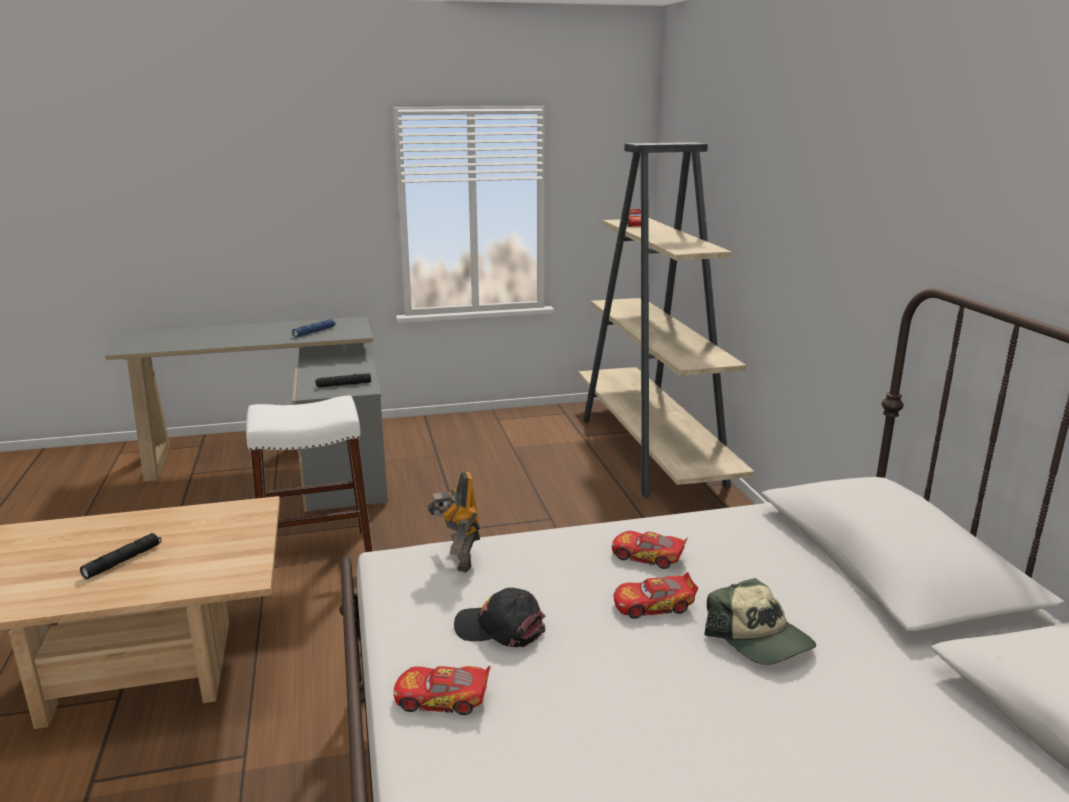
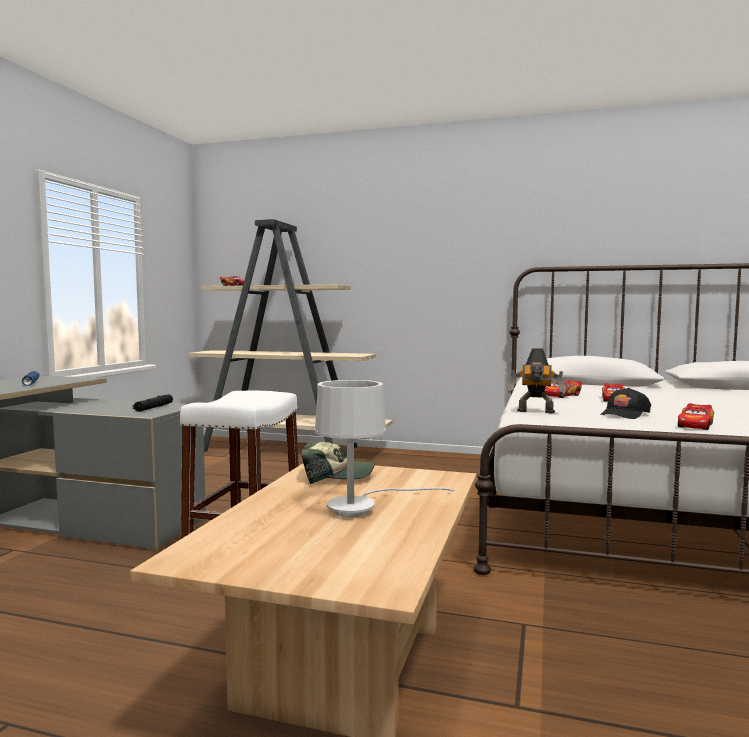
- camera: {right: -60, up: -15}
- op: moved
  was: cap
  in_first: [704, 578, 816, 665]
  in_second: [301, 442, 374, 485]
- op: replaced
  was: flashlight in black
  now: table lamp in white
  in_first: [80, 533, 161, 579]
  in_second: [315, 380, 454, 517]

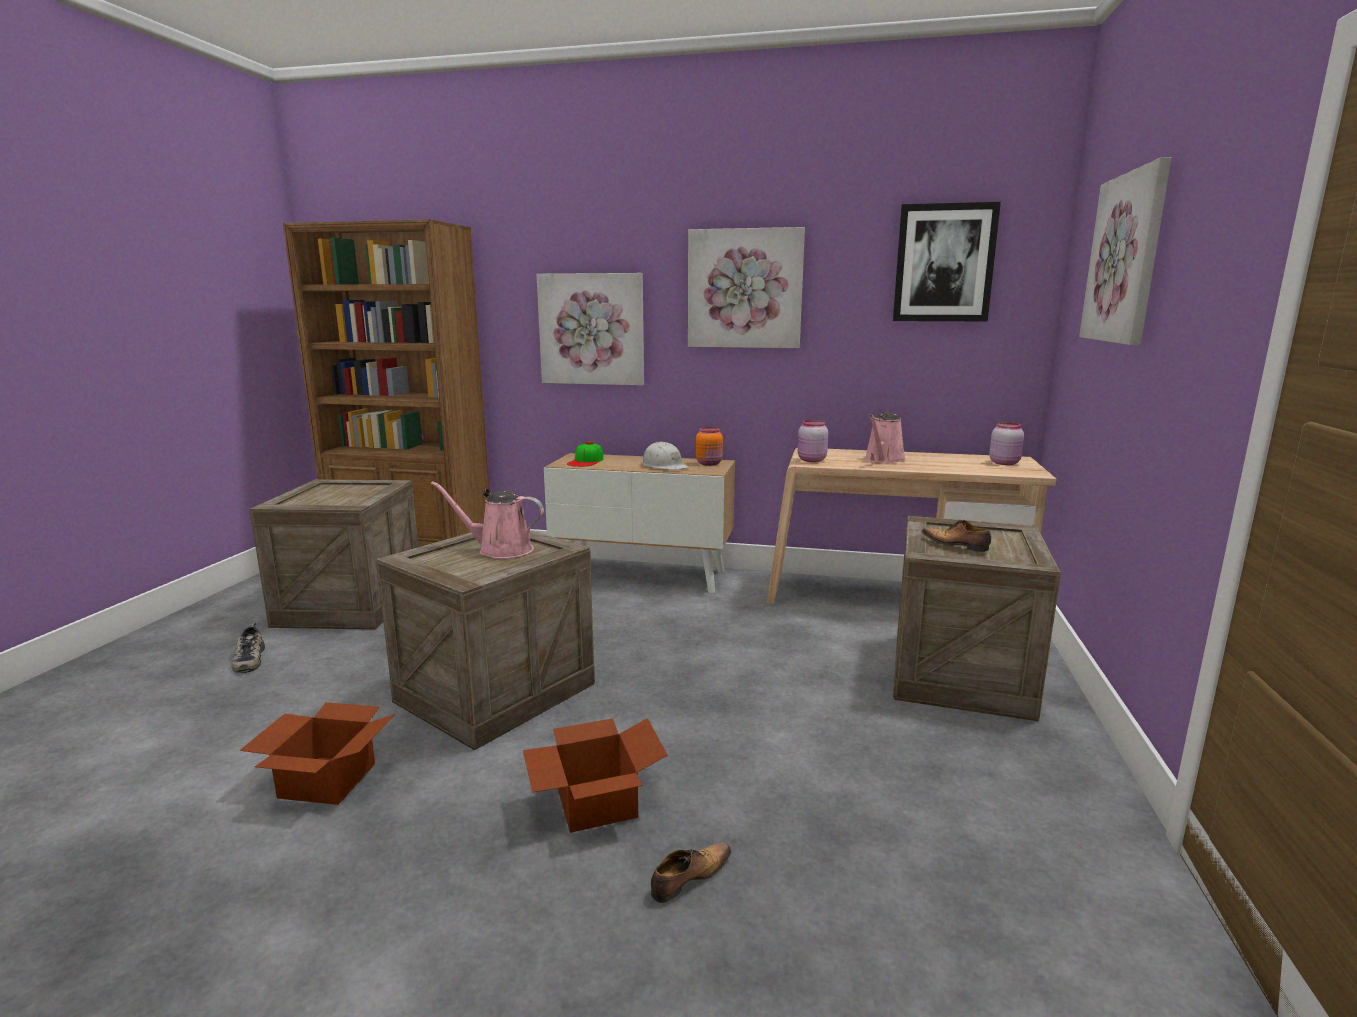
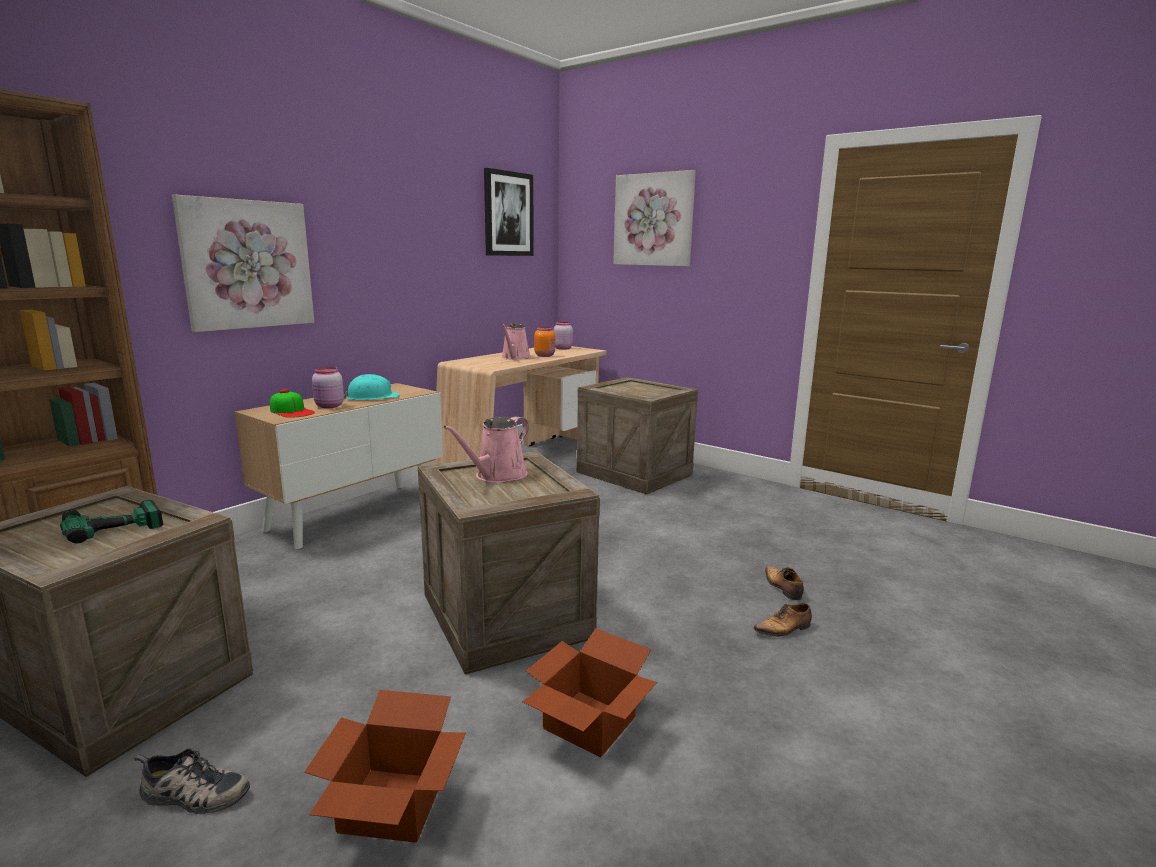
- camera: {right: -65, up: 0}
- op: removed
  was: picture
  in_first: [688, 227, 805, 348]
- op: added
  now: power drill
  in_second: [60, 500, 163, 544]
- op: moved
  was: cardboard box
  in_first: [523, 718, 668, 833]
  in_second: [304, 690, 466, 843]
- op: moved
  was: jar in orange
  in_first: [696, 427, 723, 466]
  in_second: [534, 327, 555, 357]
- op: moved
  was: jar in pink
  in_first: [798, 420, 828, 462]
  in_second: [312, 367, 344, 408]
- op: moved
  was: shoe
  in_first: [922, 520, 991, 552]
  in_second: [753, 603, 812, 637]
- op: recoloured
  was: hard hat in white
  now: hard hat in turquoise
  in_first: [641, 442, 689, 470]
  in_second: [344, 374, 400, 400]
- op: turned
  was: watering can in pink
  in_first: [864, 413, 906, 463]
  in_second: [501, 323, 531, 360]
  clockwise: 45

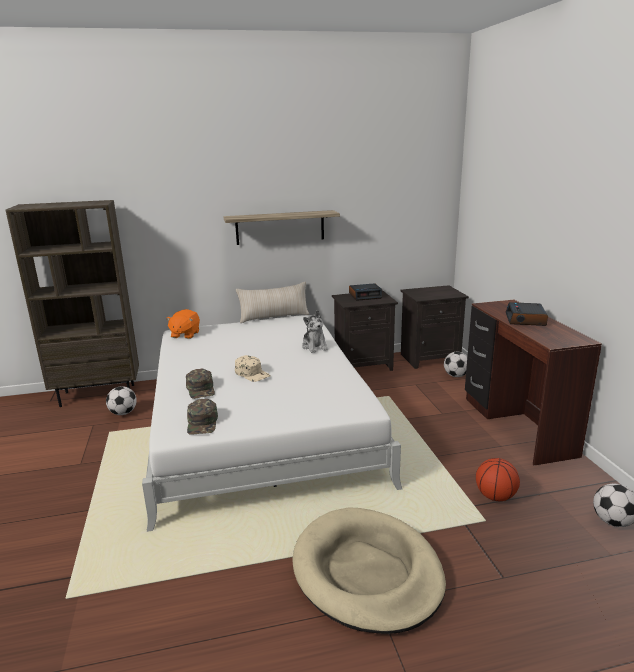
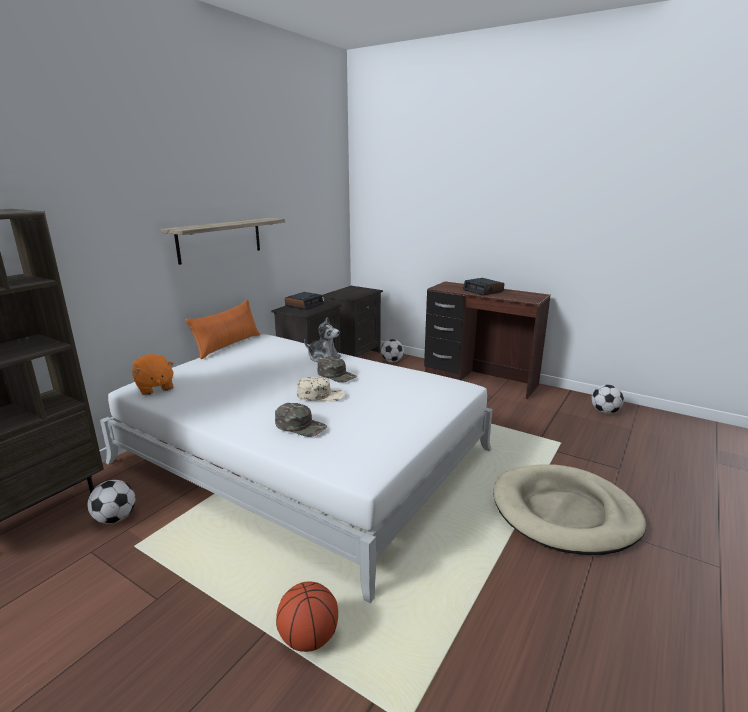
- camera: {right: -45, up: 0}
- op: moved
  was: cap in green
  in_first: [187, 399, 218, 435]
  in_second: [317, 356, 357, 383]
- op: moved
  was: basketball
  in_first: [476, 458, 520, 501]
  in_second: [276, 582, 338, 652]
- op: recoloured
  was: pillow in beige
  now: pillow in orange
  in_first: [236, 282, 309, 323]
  in_second: [186, 300, 260, 359]

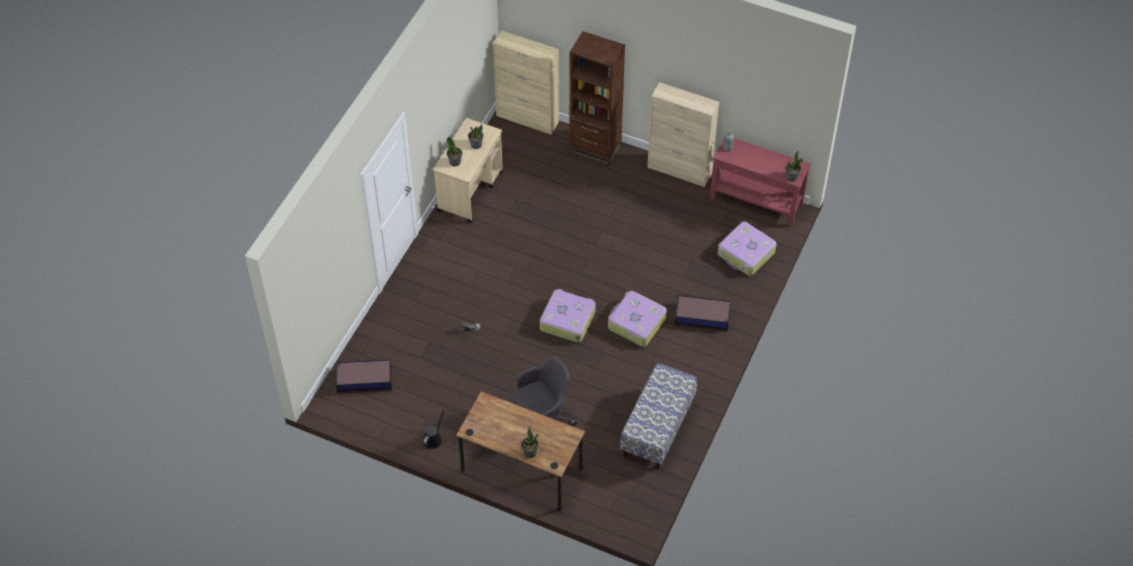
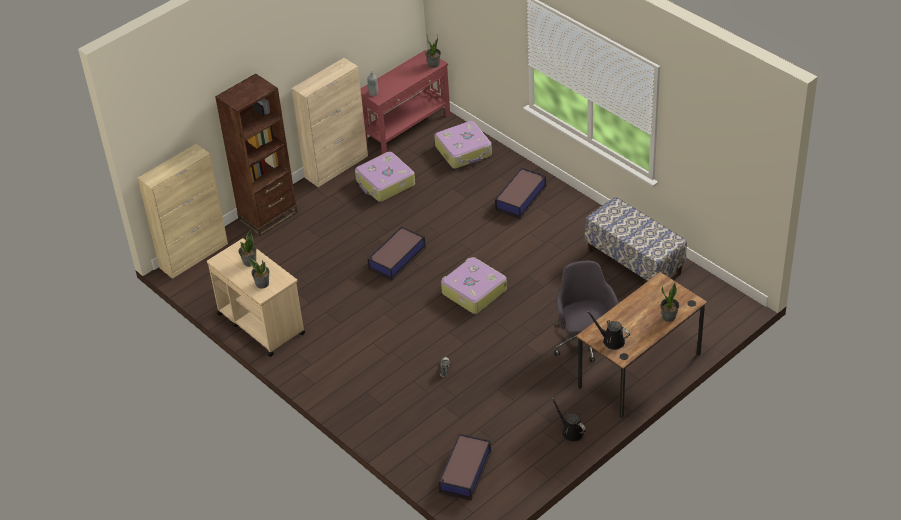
- camera: {right: -65, up: -10}
- op: added
  now: storage box
  in_second: [367, 226, 426, 281]
- op: added
  now: watering can in black
  in_second: [587, 311, 630, 350]
- op: moved
  was: suitcase
  in_first: [608, 291, 667, 347]
  in_second: [355, 152, 415, 202]

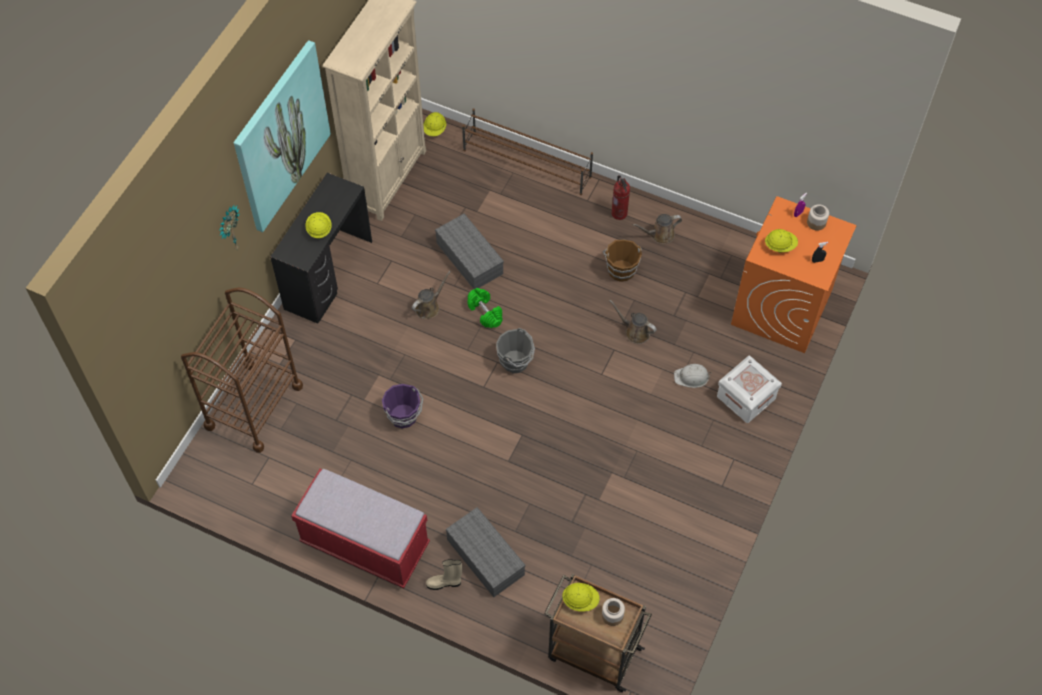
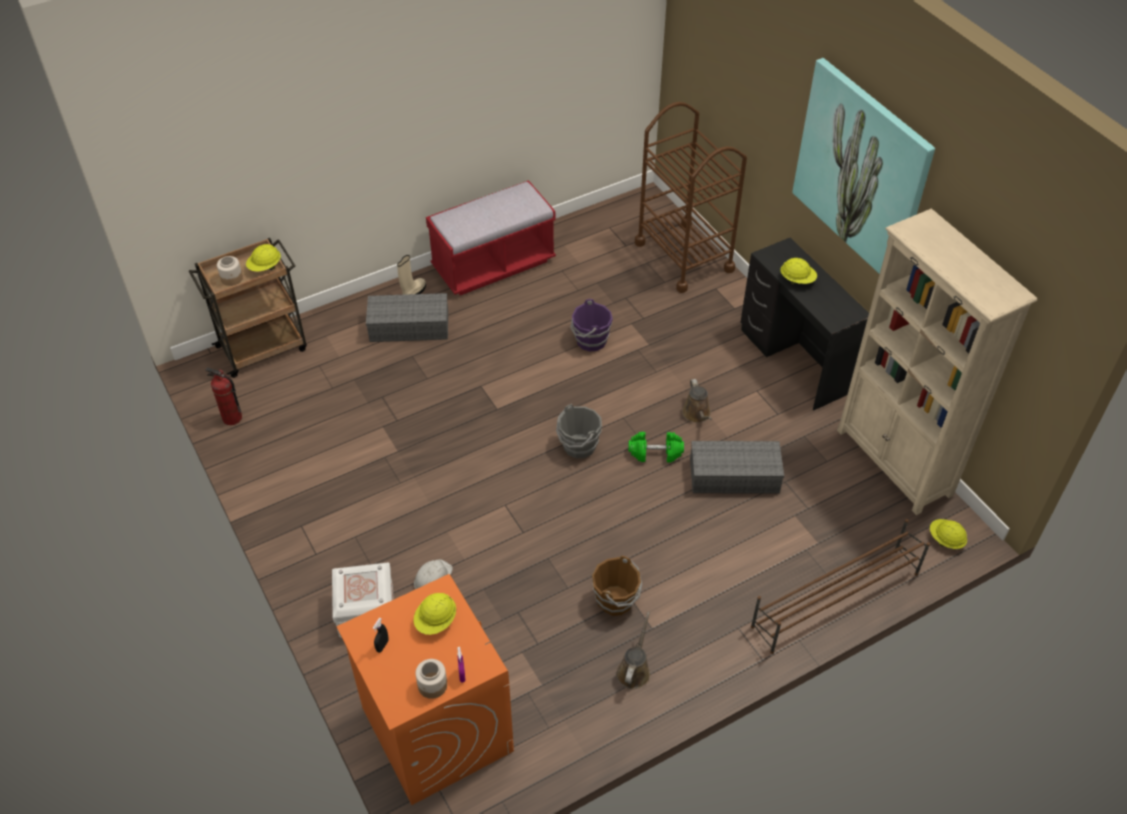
- camera: {right: 125, up: -10}
- op: removed
  was: wall clock
  in_first: [219, 205, 240, 250]
- op: removed
  was: watering can in brown
  in_first: [609, 300, 657, 344]
- op: moved
  was: fire extinguisher
  in_first: [611, 175, 630, 220]
  in_second: [206, 367, 242, 425]

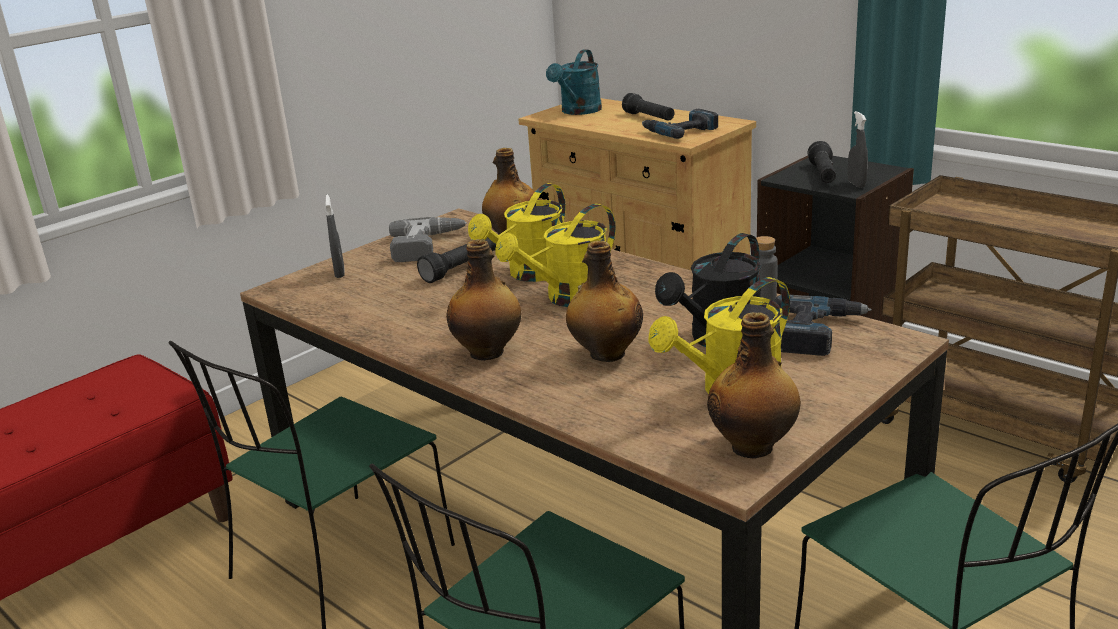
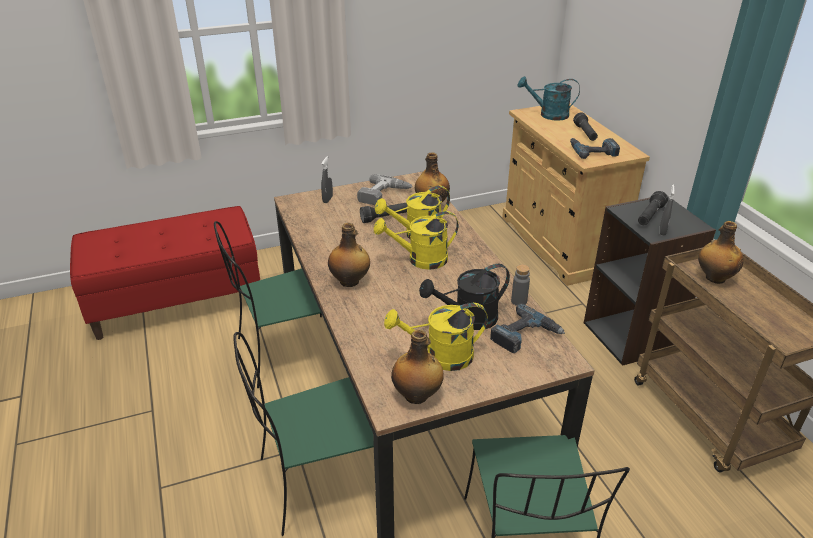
- camera: {right: 25, up: 10}
- op: moved
  was: bottle
  in_first: [566, 241, 643, 362]
  in_second: [698, 221, 743, 284]
- op: turned
  was: watering can in turquoise
  in_first: [546, 50, 602, 115]
  in_second: [517, 76, 580, 121]
  clockwise: 45

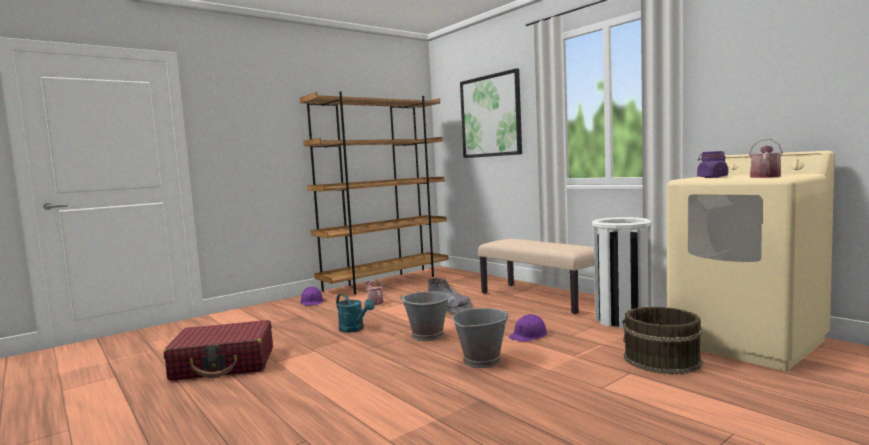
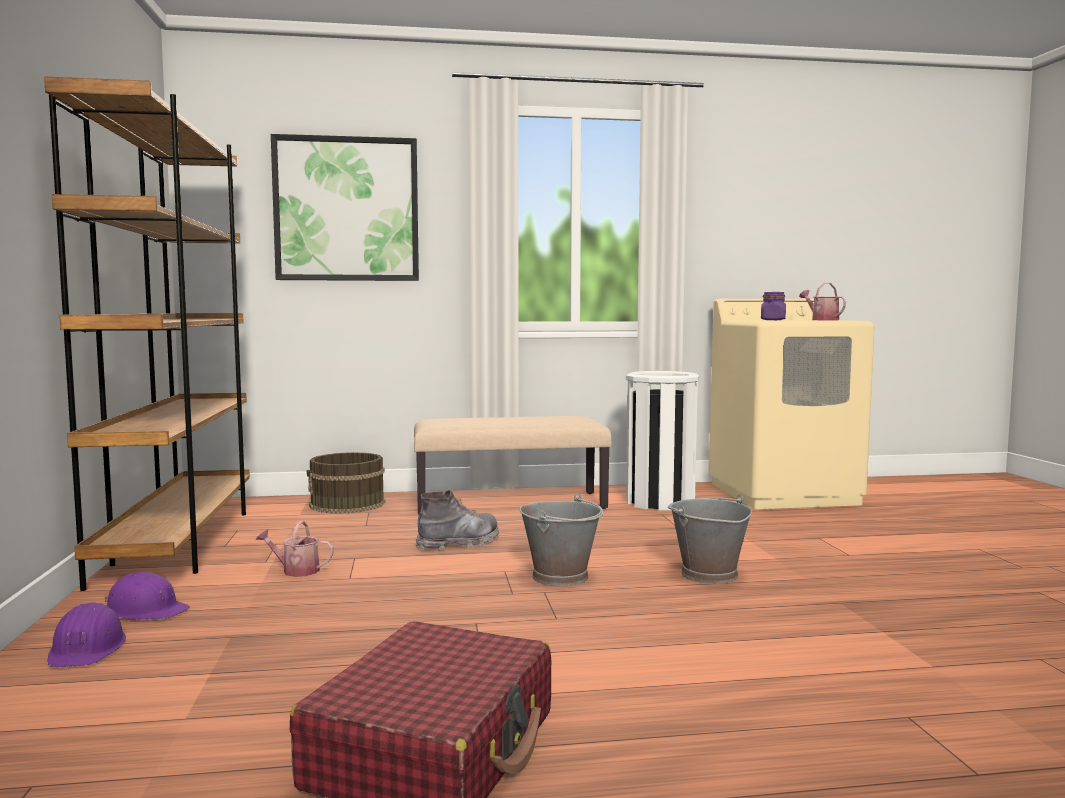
- camera: {right: -60, up: 0}
- op: removed
  was: watering can in turquoise
  in_first: [336, 294, 375, 333]
- op: moved
  was: hard hat in purple
  in_first: [509, 314, 548, 342]
  in_second: [47, 602, 126, 668]
- op: moved
  was: bucket in brown
  in_first: [622, 307, 703, 374]
  in_second: [307, 452, 385, 514]

